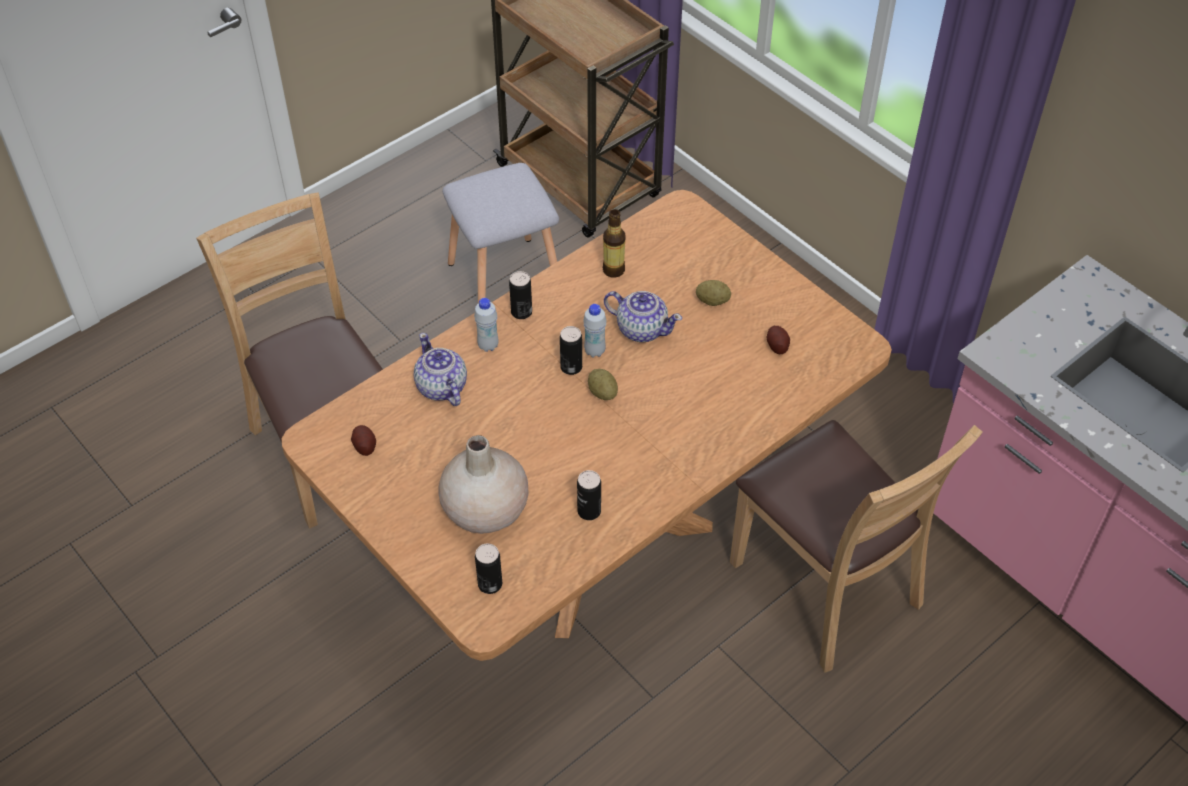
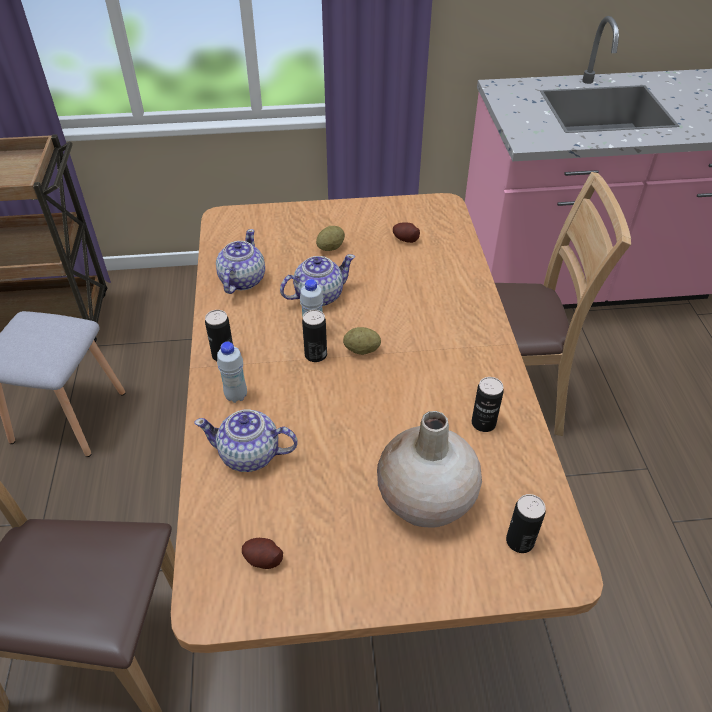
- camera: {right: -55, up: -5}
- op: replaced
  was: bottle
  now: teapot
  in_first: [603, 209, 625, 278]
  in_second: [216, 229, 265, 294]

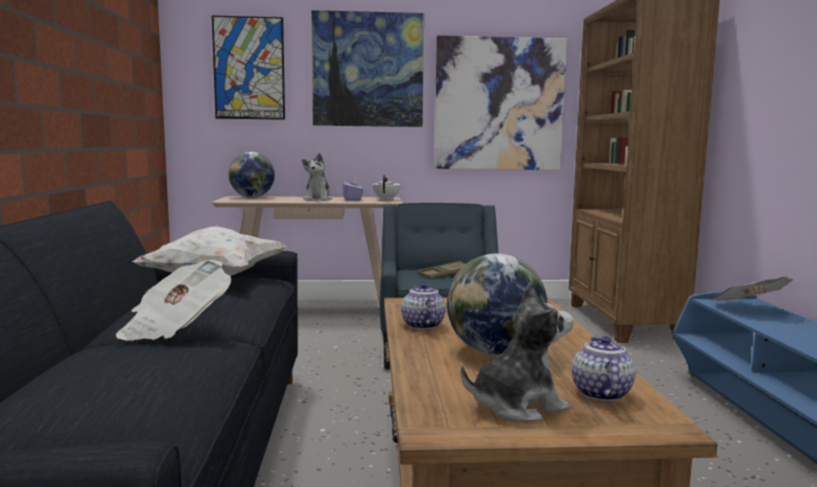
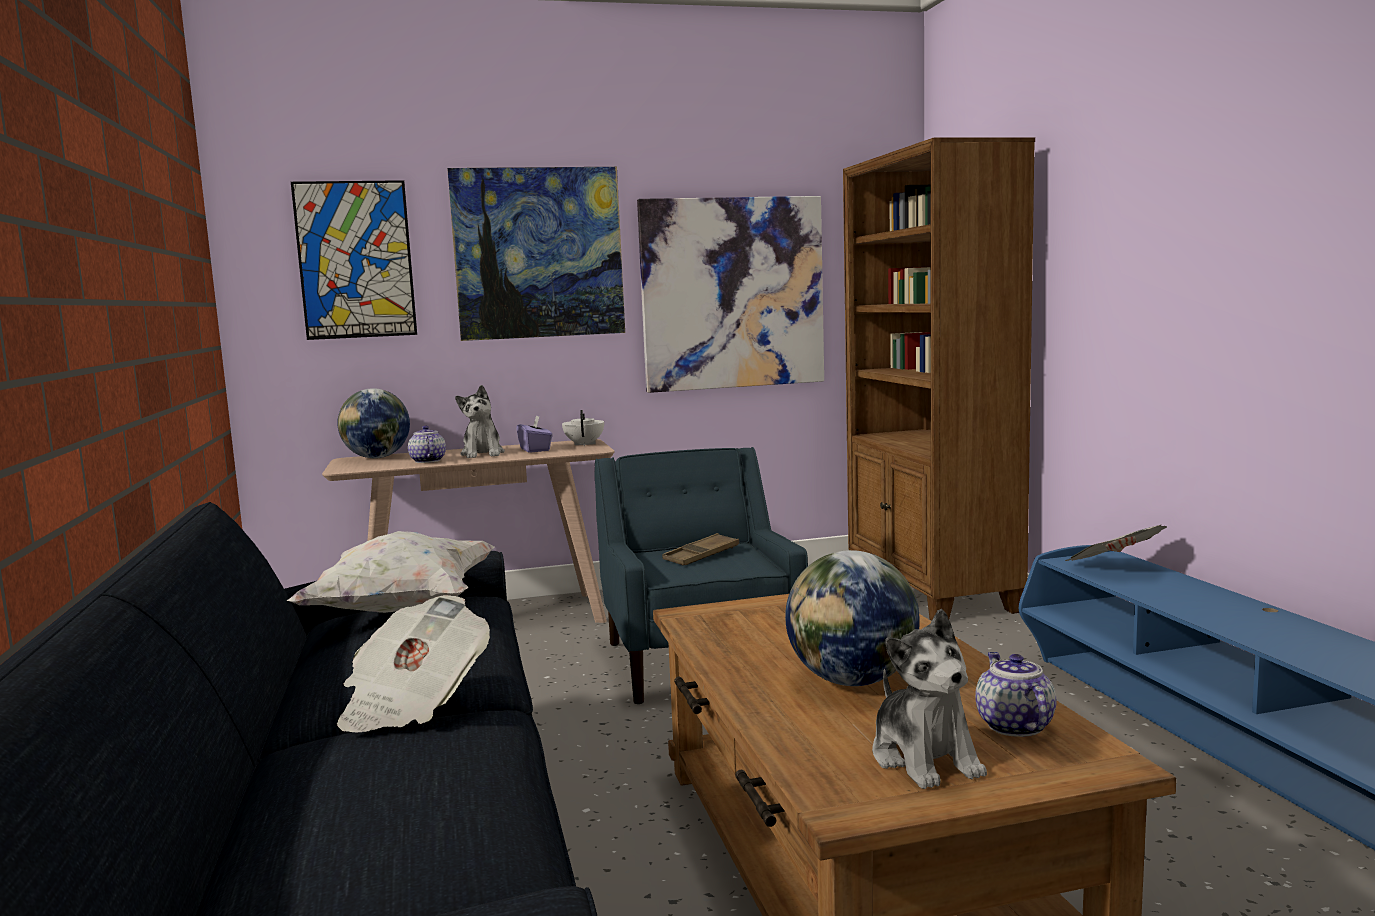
- camera: {right: -10, up: 0}
- op: moved
  was: teapot
  in_first: [401, 283, 446, 329]
  in_second: [408, 425, 446, 463]
- op: turned
  was: plush toy
  in_first: [461, 282, 574, 422]
  in_second: [872, 609, 987, 789]
  clockwise: 105

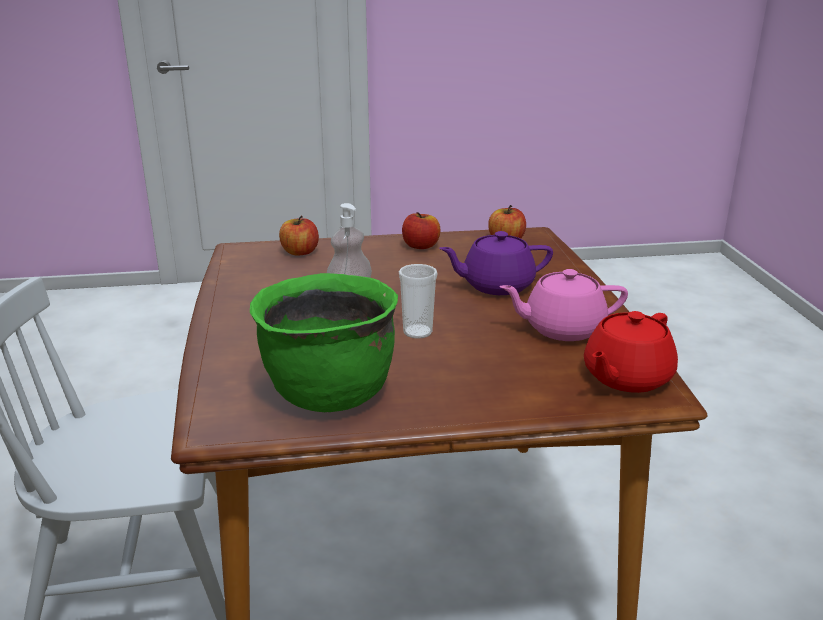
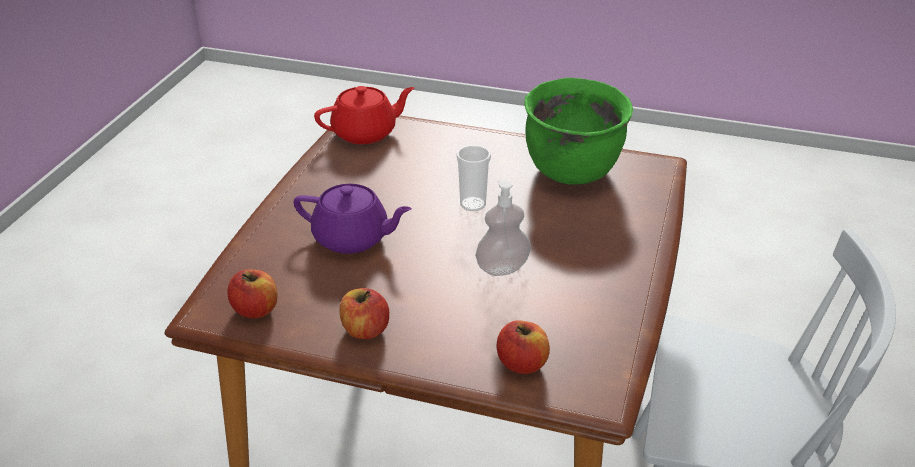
- camera: {right: -155, up: 10}
- op: removed
  was: teapot in pink
  in_first: [500, 269, 628, 341]

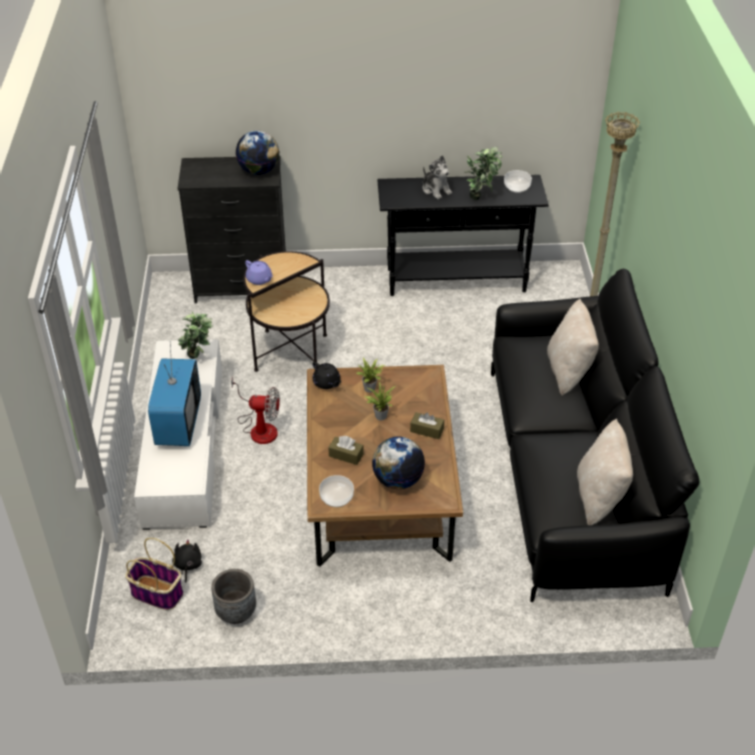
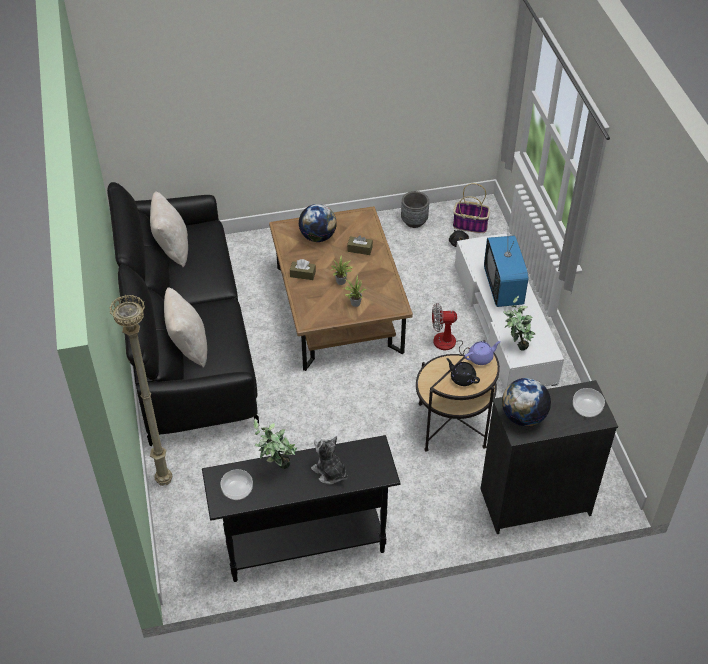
- camera: {right: 170, up: 5}
- op: moved
  was: teapot in black
  in_first: [312, 362, 341, 389]
  in_second: [446, 358, 480, 386]
- op: moved
  was: bowl
  in_first: [319, 475, 354, 507]
  in_second: [573, 388, 605, 417]
- op: turned
  was: teapot in purple
  in_first: [245, 260, 273, 285]
  in_second: [465, 341, 501, 365]
  clockwise: 120

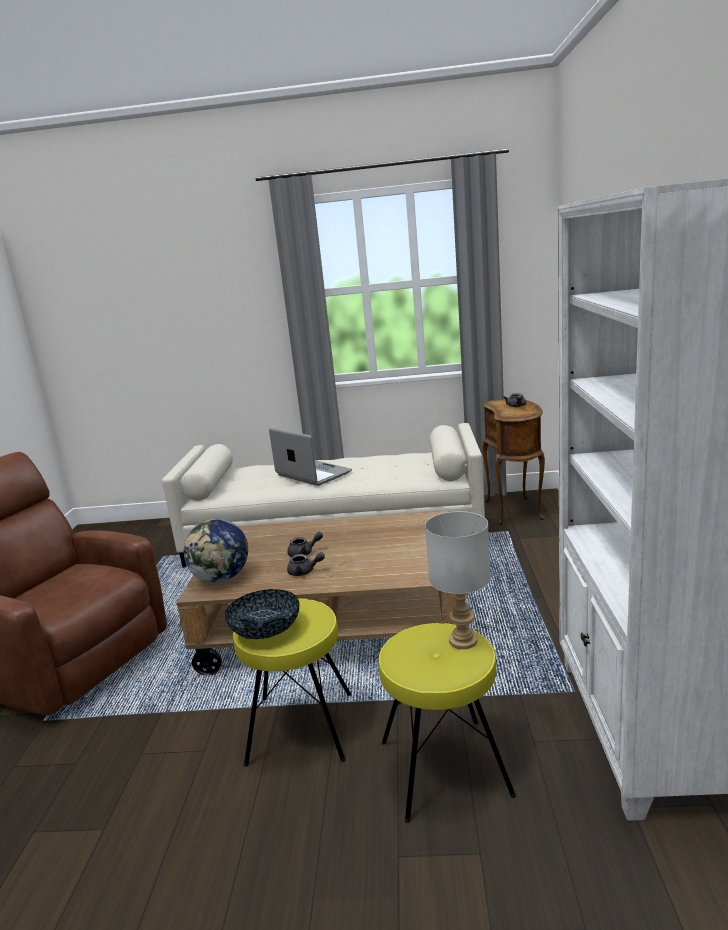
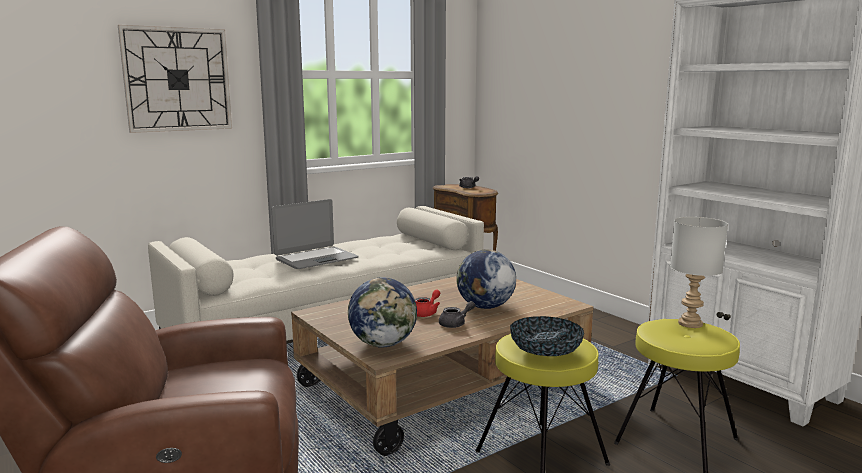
- camera: {right: -40, up: -5}
- op: added
  now: wall clock
  in_second: [118, 25, 232, 133]
- op: added
  now: globe
  in_second: [456, 249, 516, 309]
- op: recoloured
  was: teapot in grey
  now: teapot in red
  in_first: [287, 532, 323, 557]
  in_second: [415, 290, 440, 317]
- op: turned
  was: laptop
  in_first: [269, 428, 352, 486]
  in_second: [272, 199, 359, 269]
  clockwise: 135

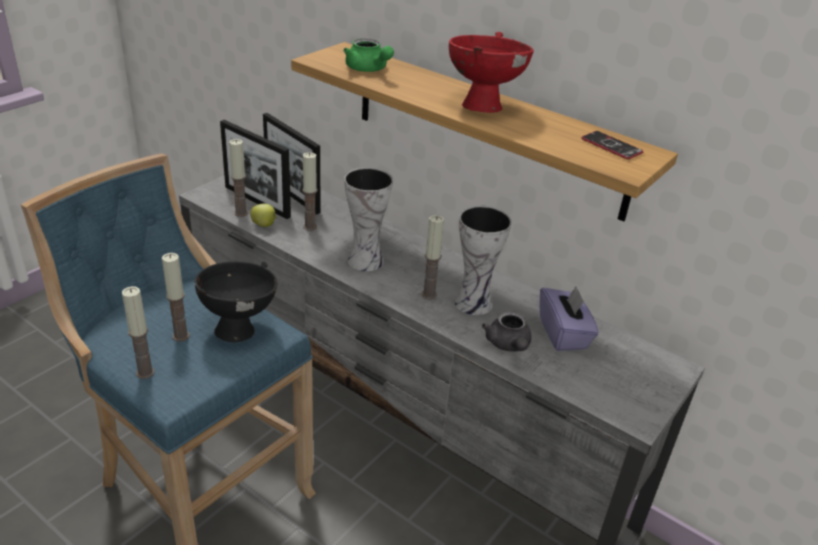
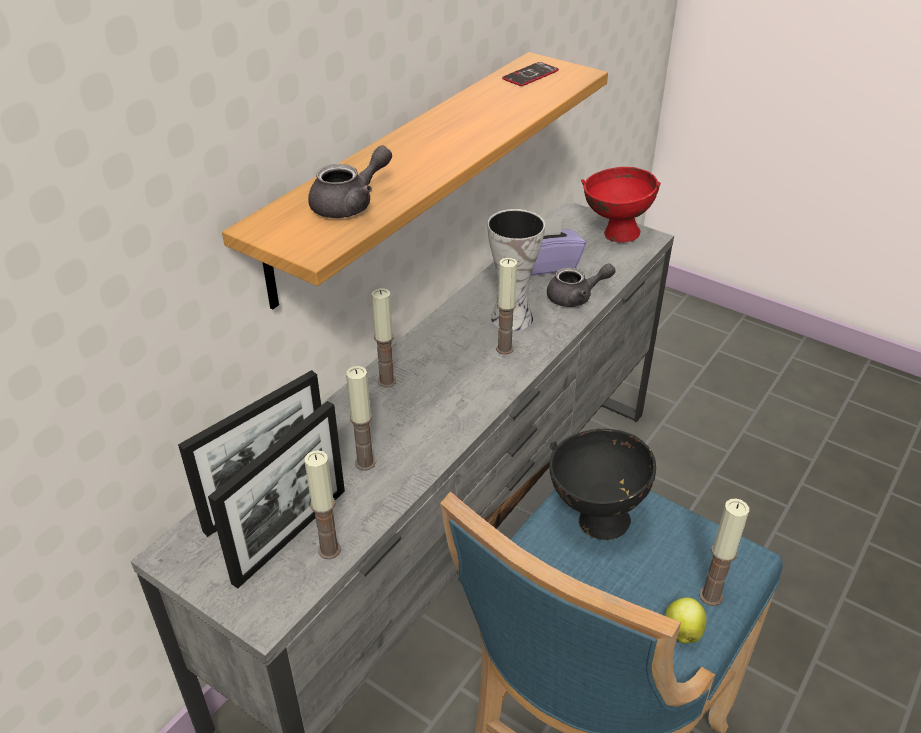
- camera: {right: -90, up: 5}
- op: removed
  was: vase
  in_first: [344, 167, 393, 271]
- op: moved
  was: candle
  in_first: [162, 253, 190, 342]
  in_second: [372, 288, 396, 388]
- op: moved
  was: apple
  in_first: [250, 203, 277, 227]
  in_second: [665, 597, 706, 643]
- op: moved
  was: bowl in red
  in_first: [449, 32, 534, 113]
  in_second: [581, 167, 661, 243]
- op: recoloured
  was: teapot in green
  now: teapot in grey
  in_first: [343, 38, 394, 72]
  in_second: [308, 146, 392, 218]

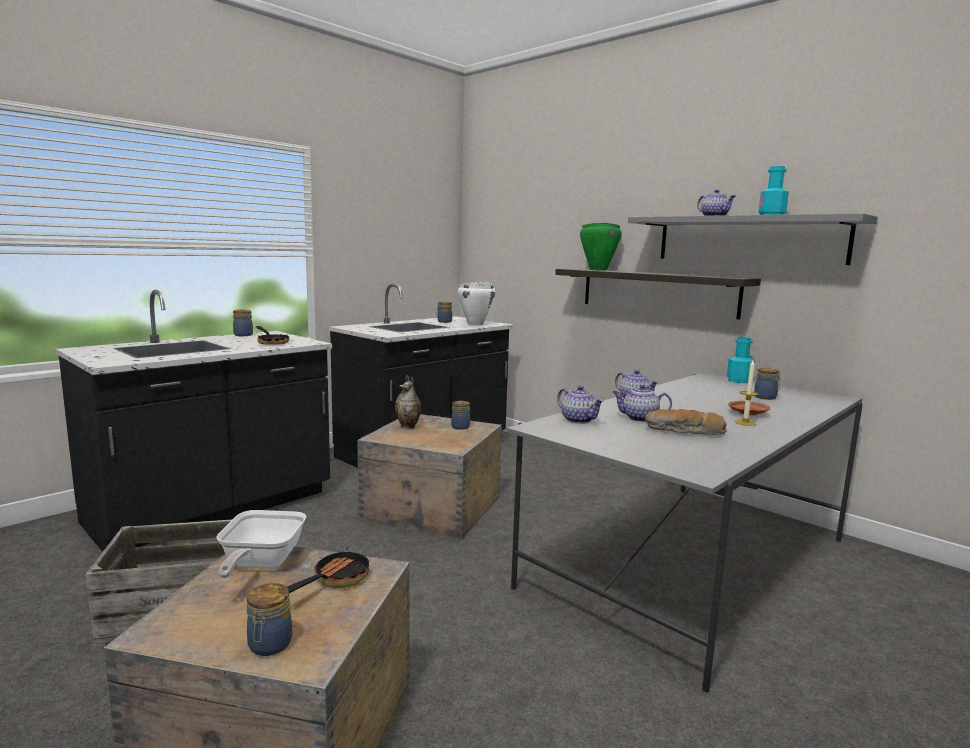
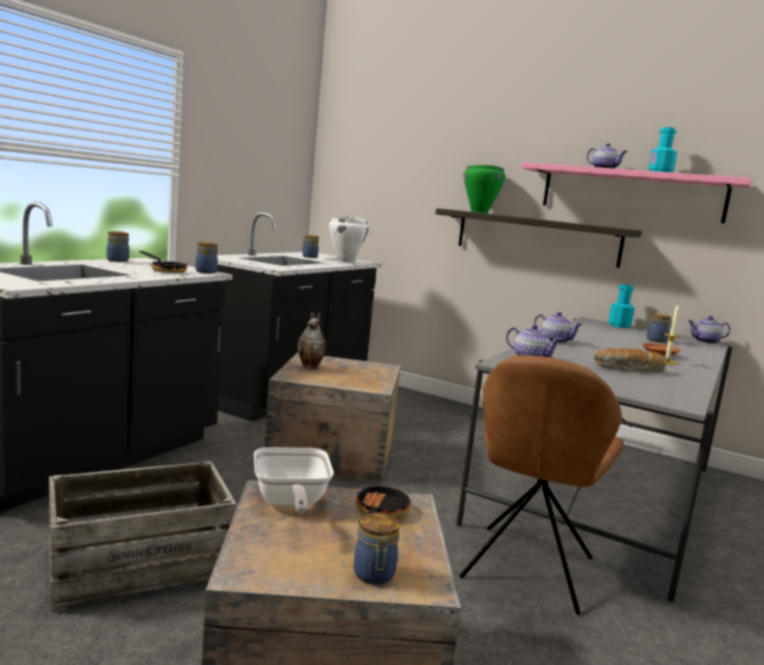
- camera: {right: -15, up: 0}
- op: added
  now: chair in brown
  in_second: [459, 355, 624, 615]
- op: moved
  was: jar
  in_first: [451, 401, 470, 430]
  in_second: [195, 242, 218, 273]
- op: moved
  was: teapot
  in_first: [613, 385, 672, 422]
  in_second: [689, 316, 730, 344]
- op: recoloured
  was: shelf in grey
  now: shelf in pink
  in_first: [628, 213, 878, 265]
  in_second: [521, 162, 751, 223]

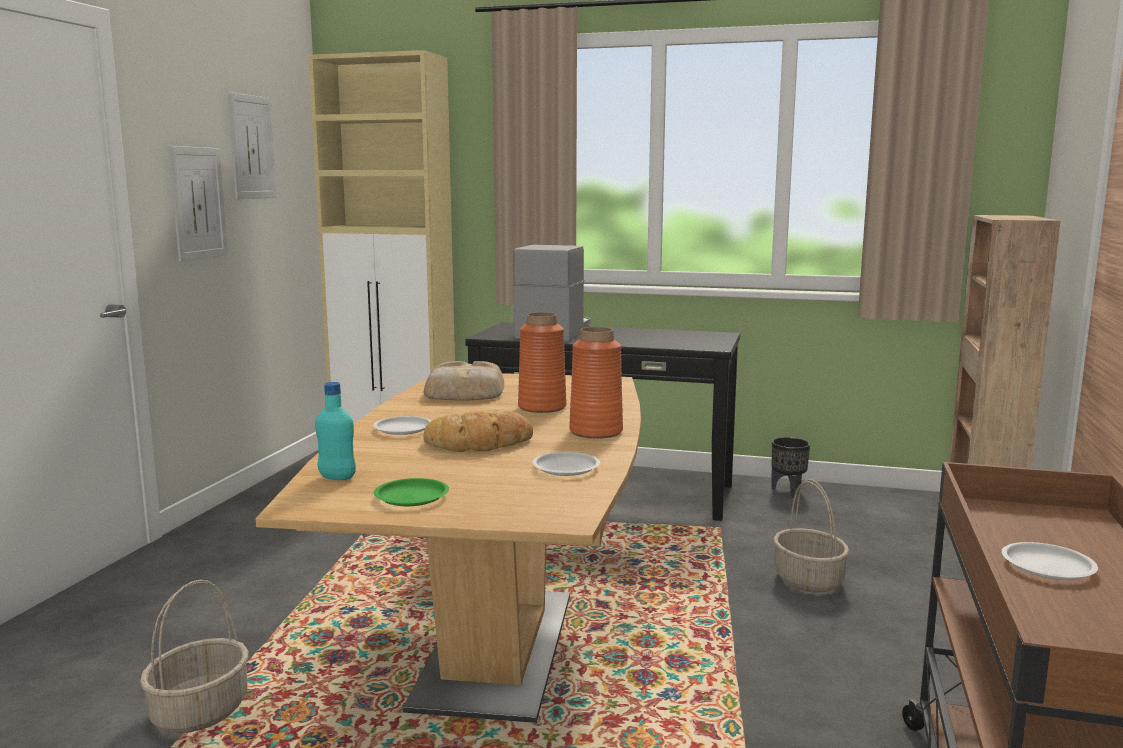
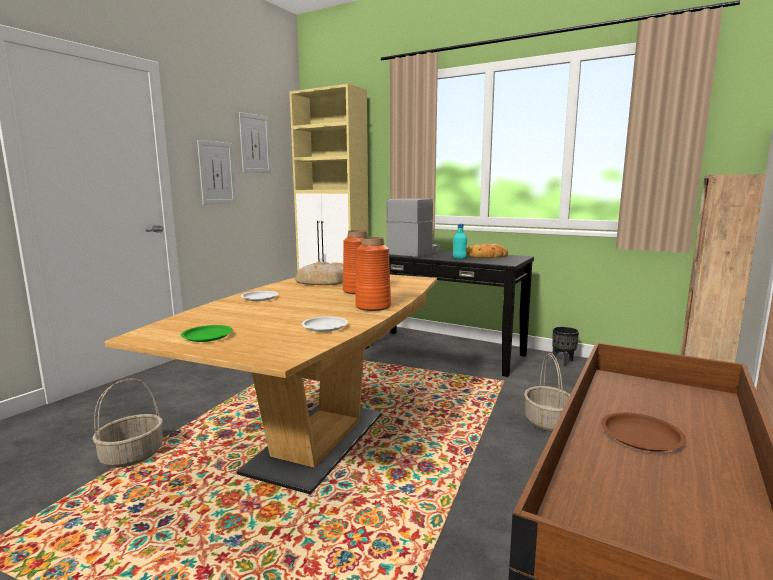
- camera: {right: 15, up: 0}
- op: moved
  was: bottle in turquoise
  in_first: [315, 382, 356, 480]
  in_second: [453, 224, 467, 259]
- op: moved
  was: bread
  in_first: [423, 409, 533, 452]
  in_second: [466, 244, 508, 258]
- op: recoloured
  was: plate in white
  now: plate in brown
  in_first: [1002, 542, 1098, 580]
  in_second: [601, 412, 686, 451]

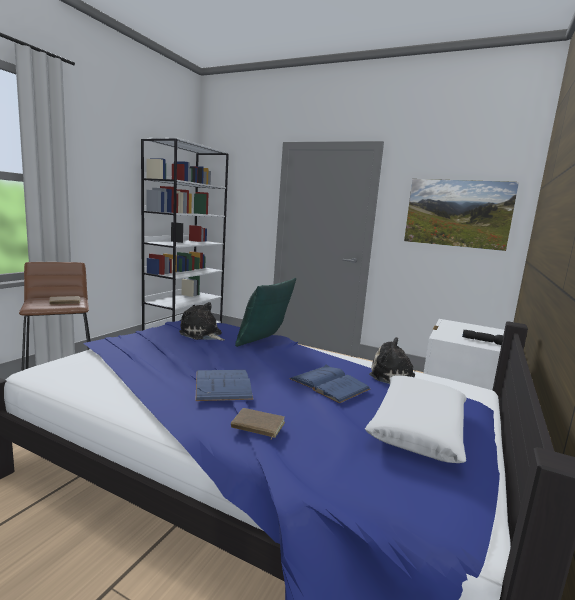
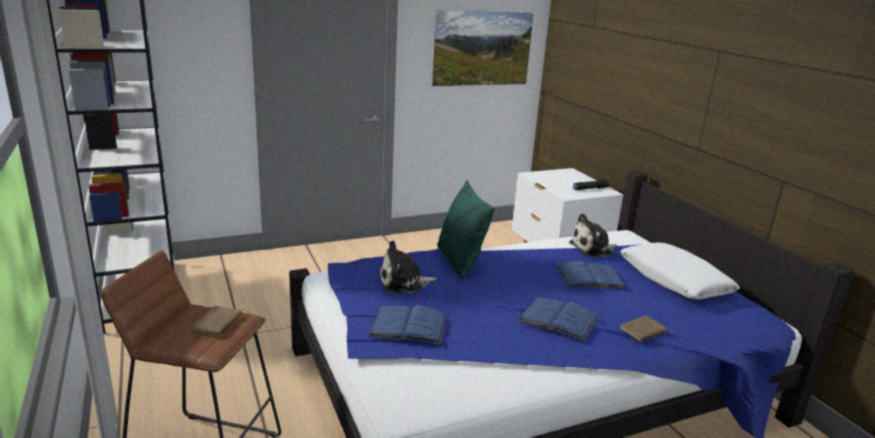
- camera: {right: -50, up: 10}
- op: added
  now: book in blue
  in_second: [369, 305, 446, 344]

